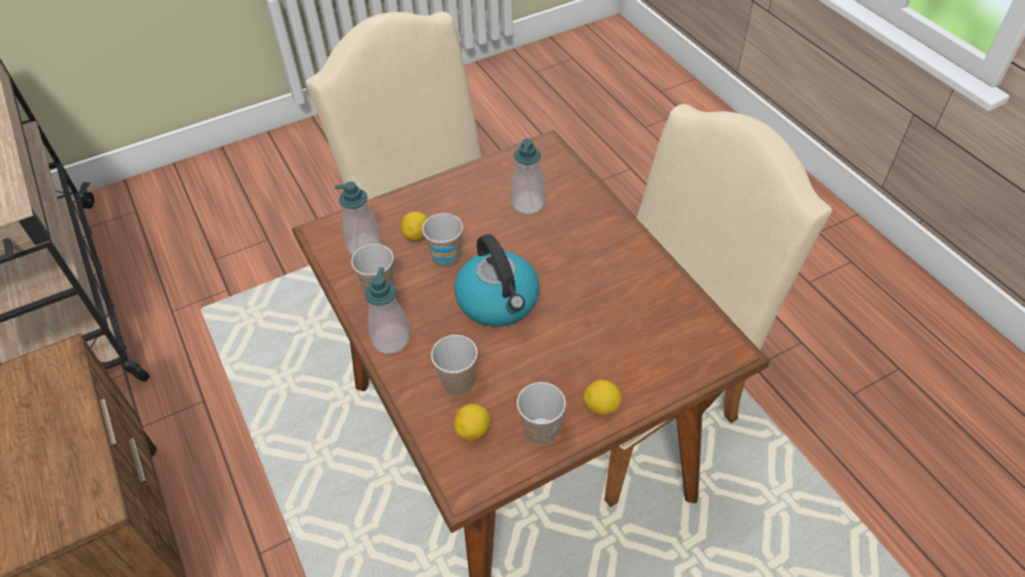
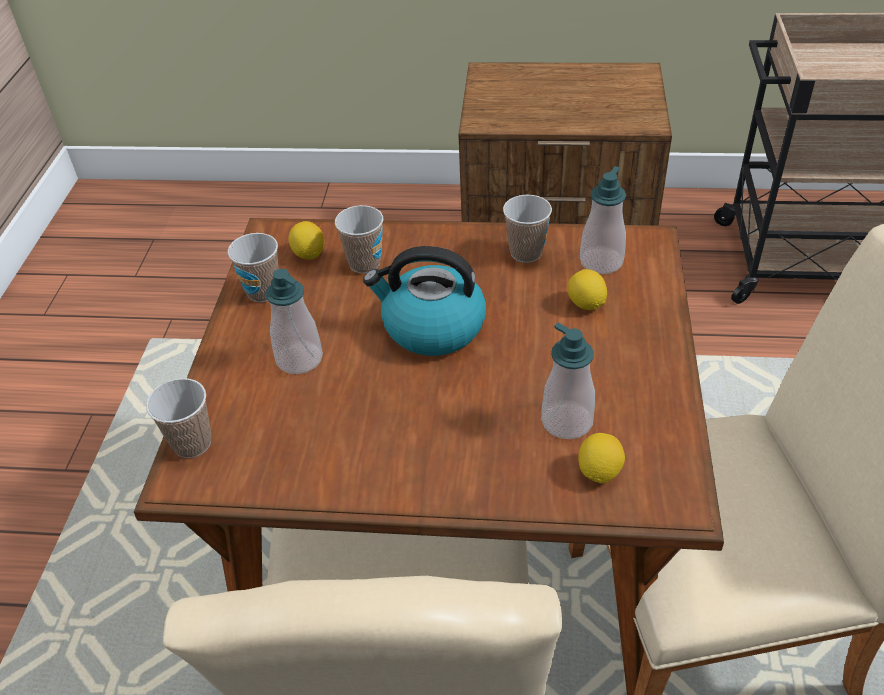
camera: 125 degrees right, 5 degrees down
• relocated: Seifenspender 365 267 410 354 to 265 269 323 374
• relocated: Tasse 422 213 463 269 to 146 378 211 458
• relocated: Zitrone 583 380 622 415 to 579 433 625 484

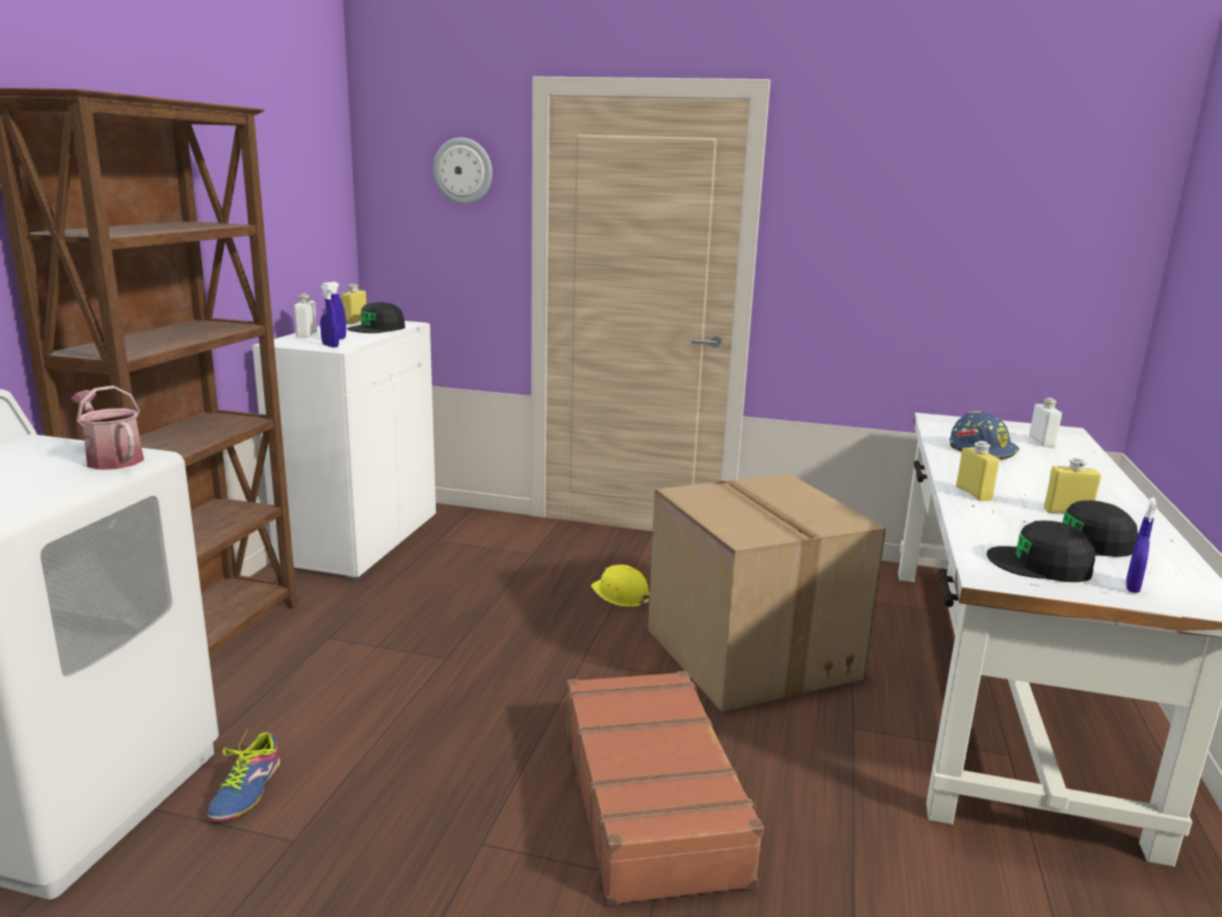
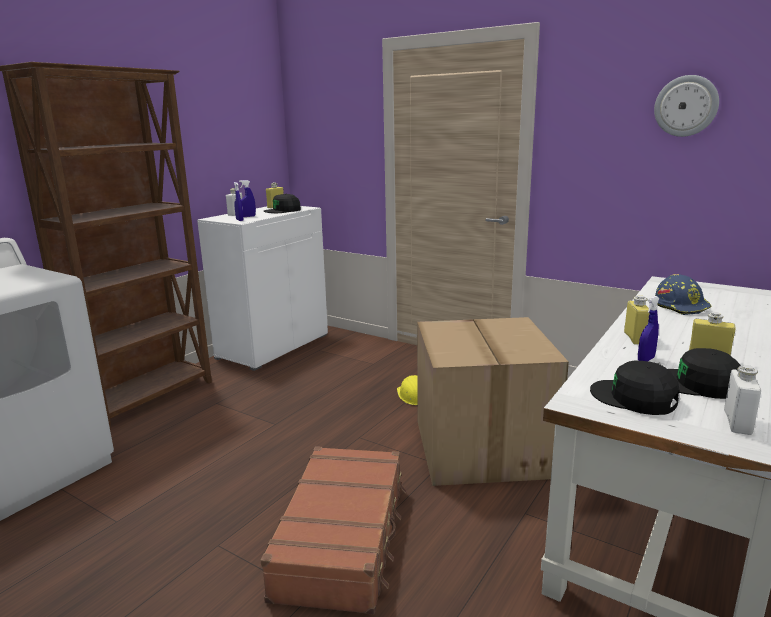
camera: 20 degrees right, 0 degrees up
• missing: Gießkanne 71 385 144 470
• missing: Schuh 207 729 280 822
• relocated: Wanduhr 433 137 492 204 to 654 75 719 137
• relocated: Flasche/weiß 1029 398 1062 447 to 724 365 761 435
• relocated: Sprühflasche/blau 1126 497 1157 593 to 638 296 660 361

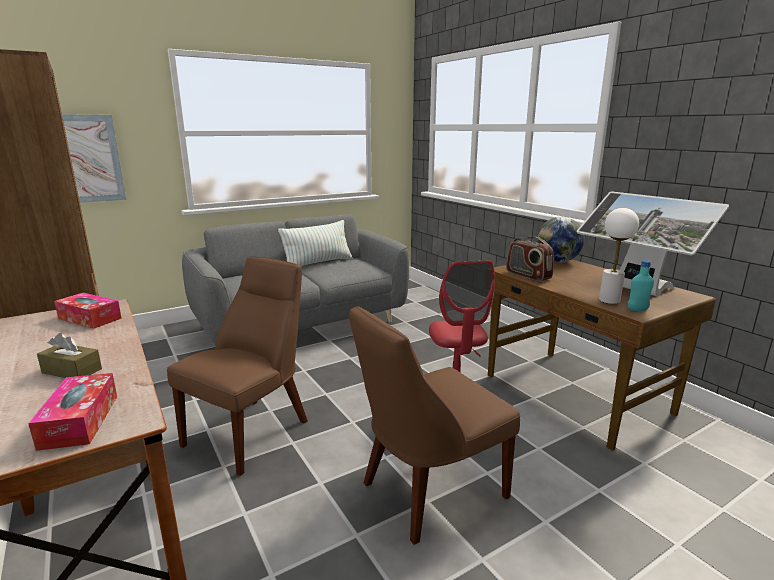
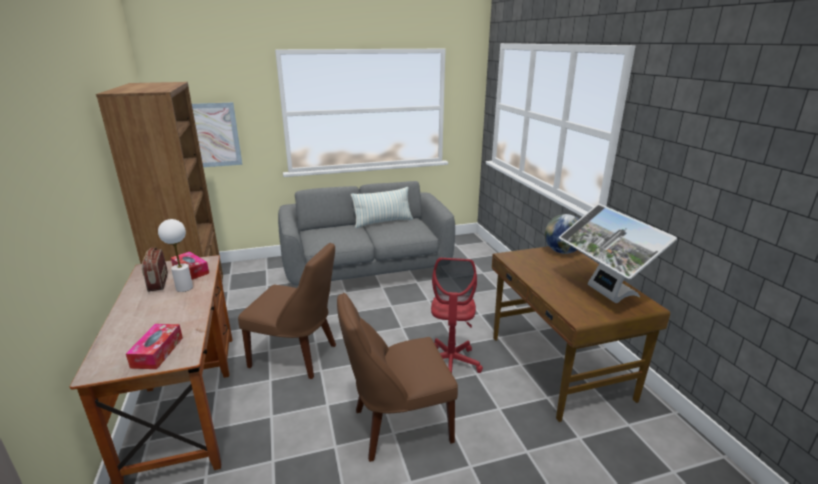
camera: 15 degrees right, 5 degrees up
• missing: Taschentuchbox/braun 37 333 102 378
• missing: Flasche/türkis 628 260 654 311
• relocated: Radio 506 236 554 281 to 142 247 168 292
• relocated: Tischlampe/weiß 599 208 639 304 to 158 219 193 292
• spun: Stuhl/braun 167 257 308 476 = 238 243 336 379 60 degrees clockwise

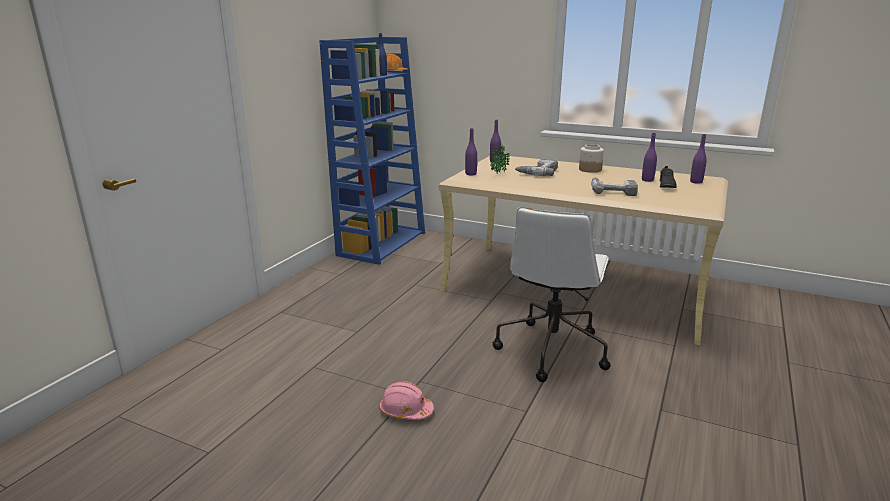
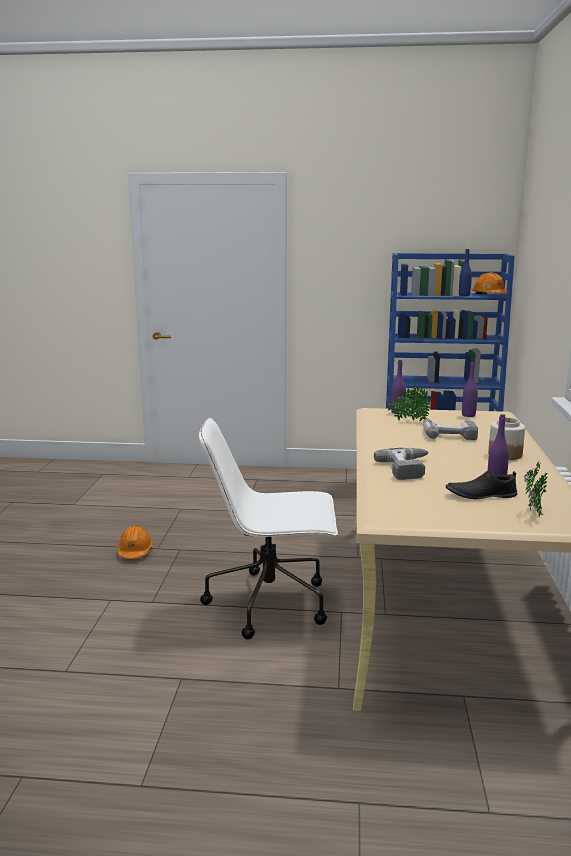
camera: 70 degrees right, 5 degrees down
• exchanged: Flasche/lila 690 134 707 184 to Topfpflanze 524 459 548 517
• colour: Schutzhelm/rosa 379 381 434 420 to Schutzhelm/orange 117 525 153 559

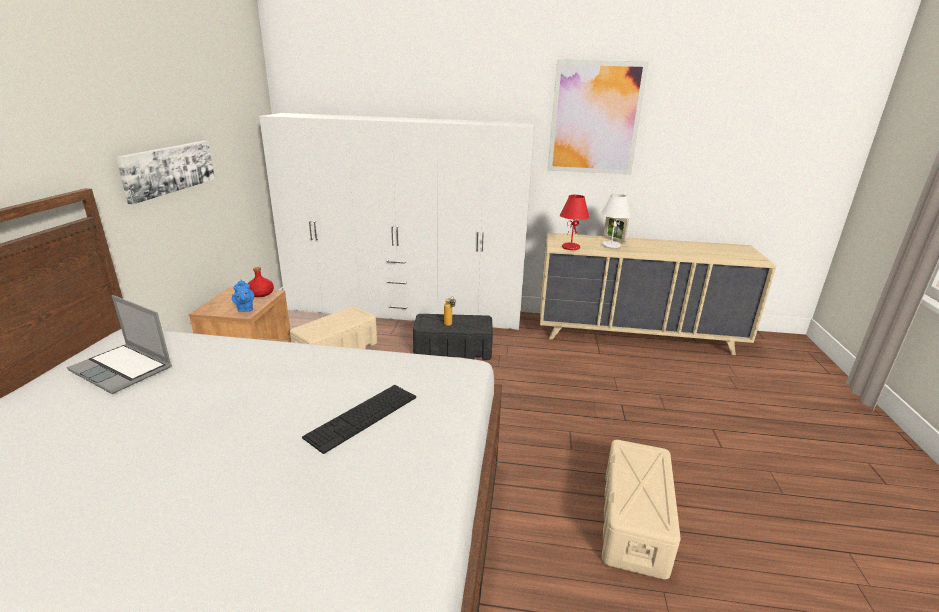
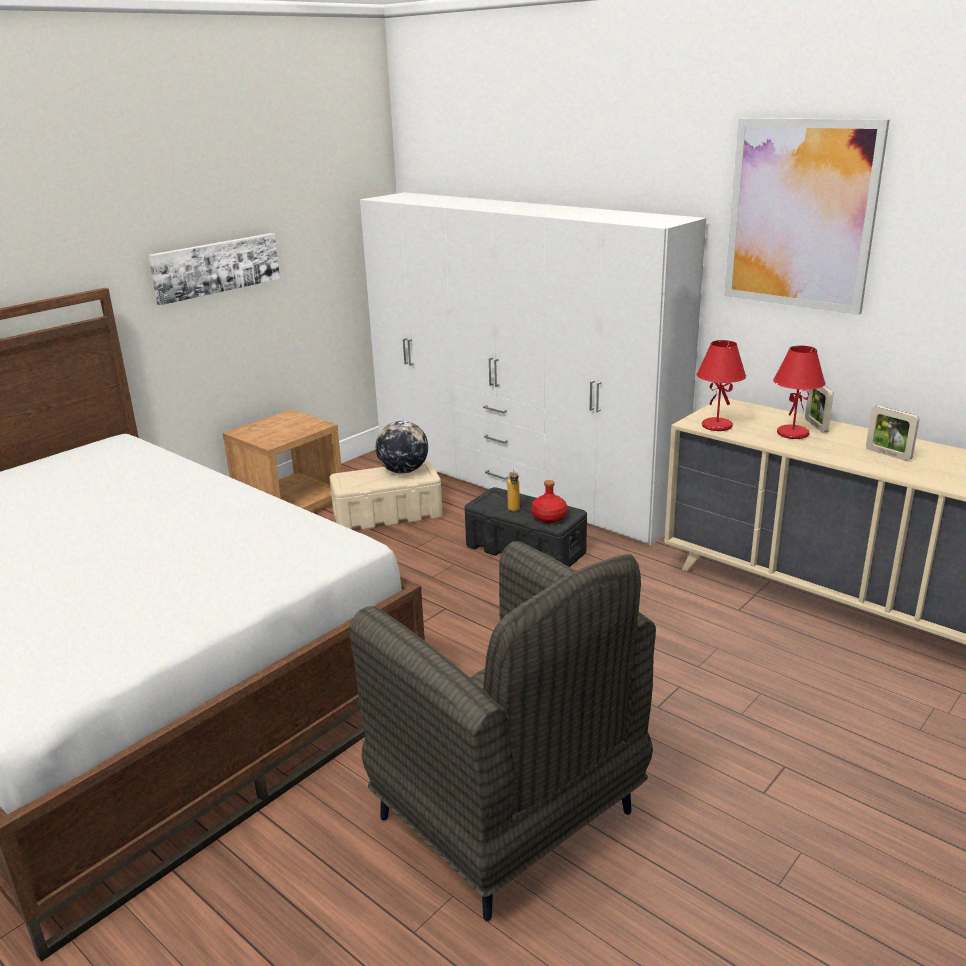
camera: 35 degrees right, 0 degrees up
• missing: Laptop 67 295 172 394
• missing: Teekanne/blau 232 279 254 312
• missing: Tastatur 302 385 416 454
• appeared: Globus 376 421 428 474
• appeared: Bilderrahmen 866 406 919 461
• relocated: Flasche/rot 248 267 274 297 to 531 480 568 523
• exchanged: Aufbewahrungsbox/beige 602 440 681 580 to Sessel/grau 349 541 656 921
• colour: Tischlampe/weiß 601 194 631 248 to Tischlampe/rot 773 346 825 439

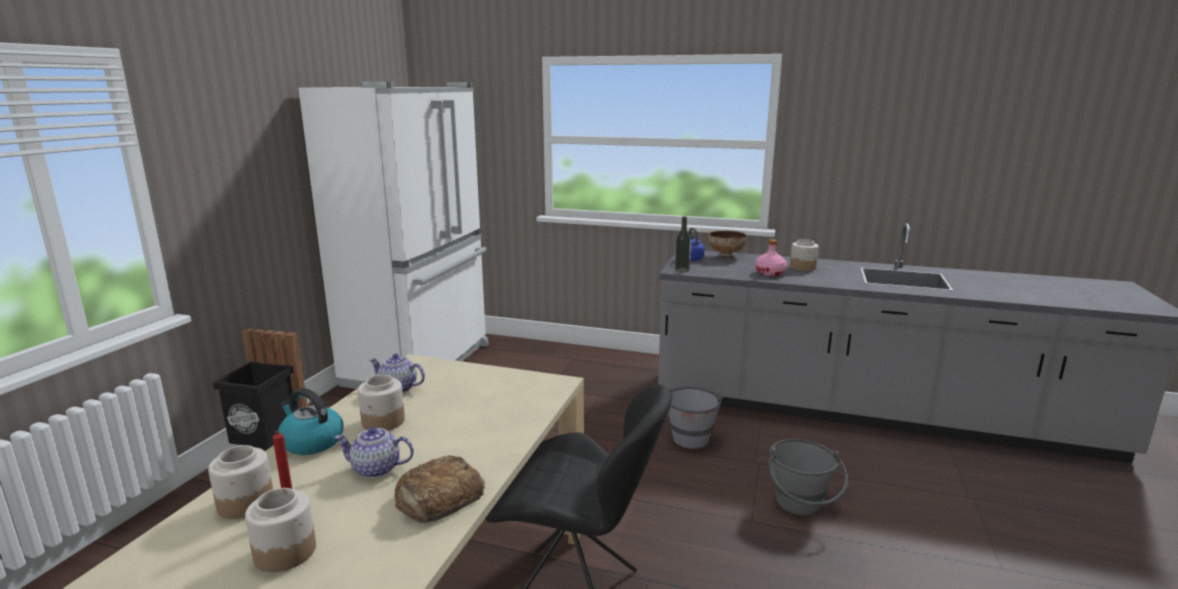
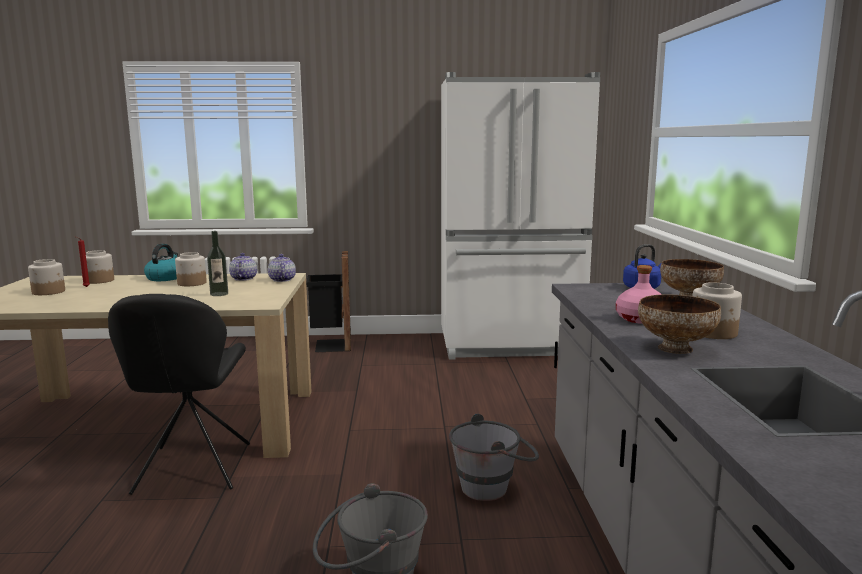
camera: 70 degrees right, 5 degrees down
• missing: Brot 394 455 485 523
• appeared: Schüssel 638 294 721 354
• relocated: Teekanne 334 427 414 478 to 268 254 296 282
• relocated: Flasche 675 216 691 272 to 207 231 228 296

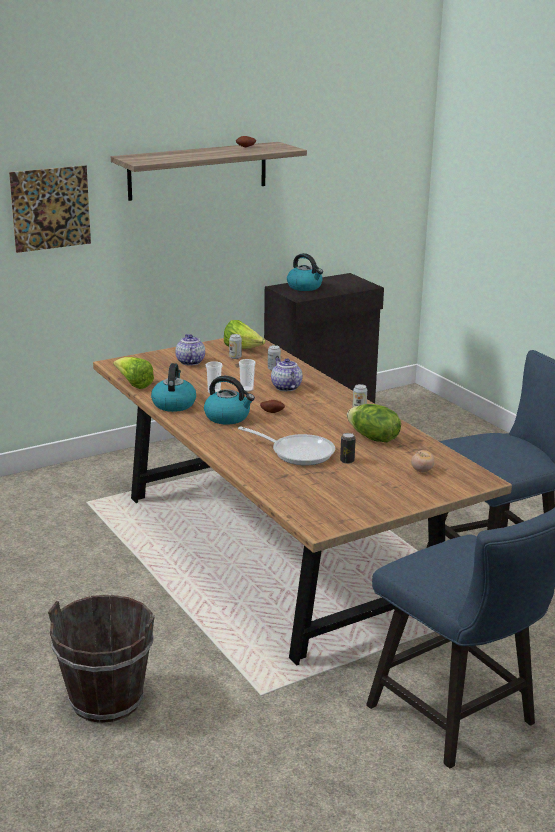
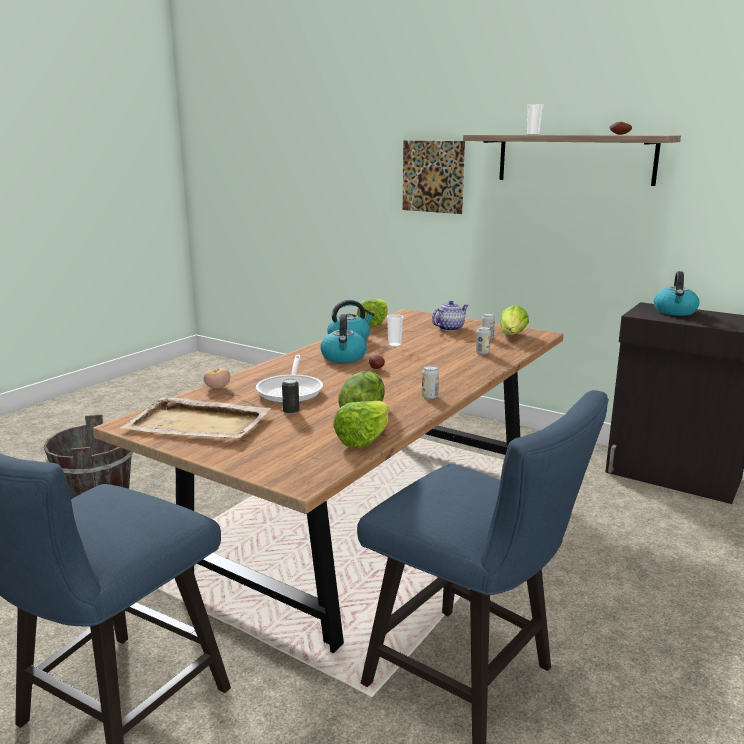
camera: 65 degrees right, 5 degrees down
• missing: Teekanne 271 358 303 391
• appeared: Tablett/beige 120 397 272 438
• appeared: Salatkopf 333 401 389 448
• relocated: Tasse 239 359 255 392 to 527 104 543 135
• relocated: Tomate 411 450 434 472 to 204 368 230 389

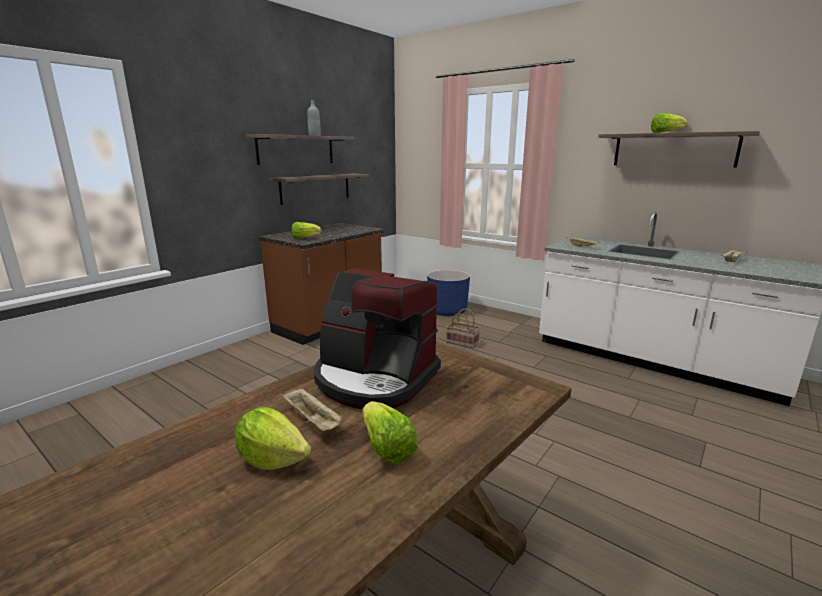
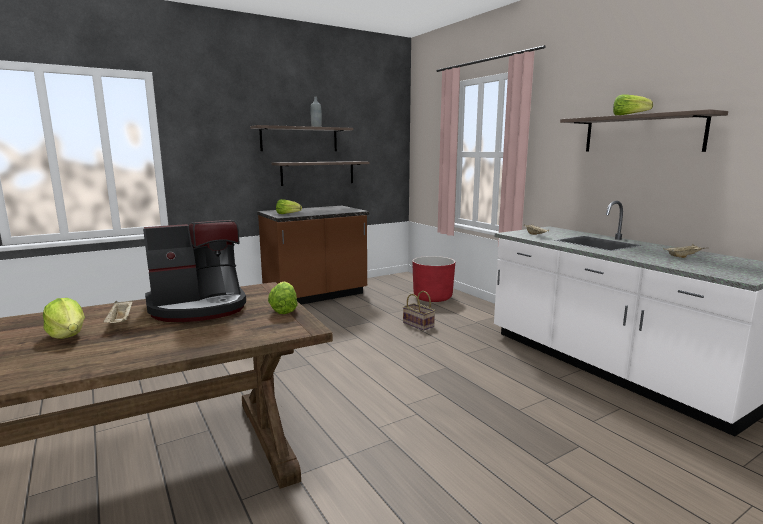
camera: 20 degrees right, 5 degrees down
• relocated: Salatkopf 363 401 418 465 to 268 281 298 314
• colour: Pflanzkübel/blau 427 270 470 316 to Pflanzkübel/rot 412 256 455 302
• spun: Kaffeemaschine 314 268 441 409 = 143 220 246 322 75 degrees counterclockwise

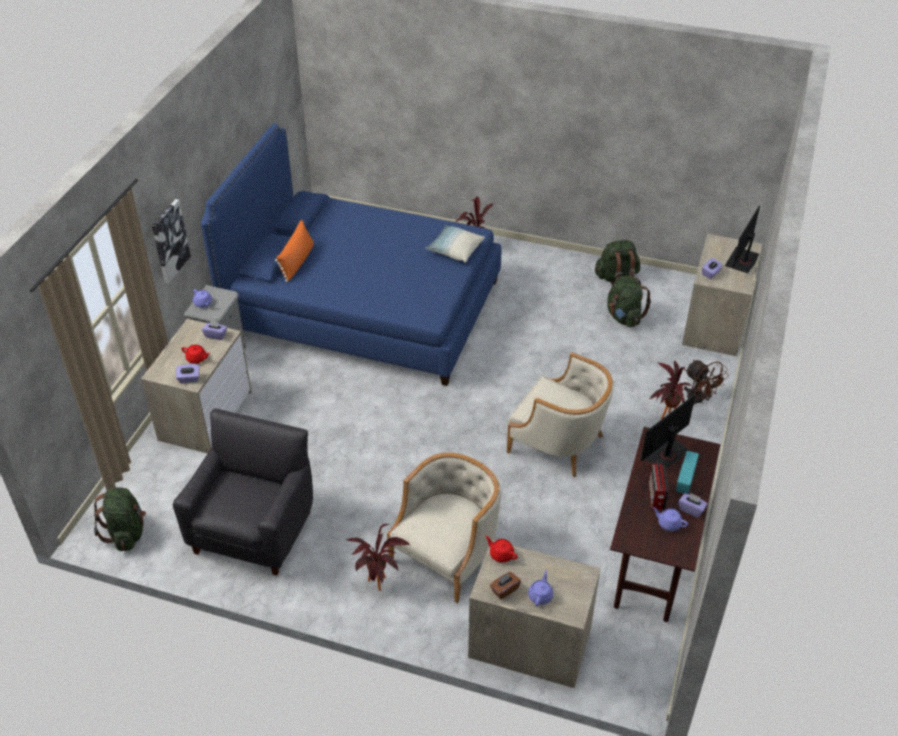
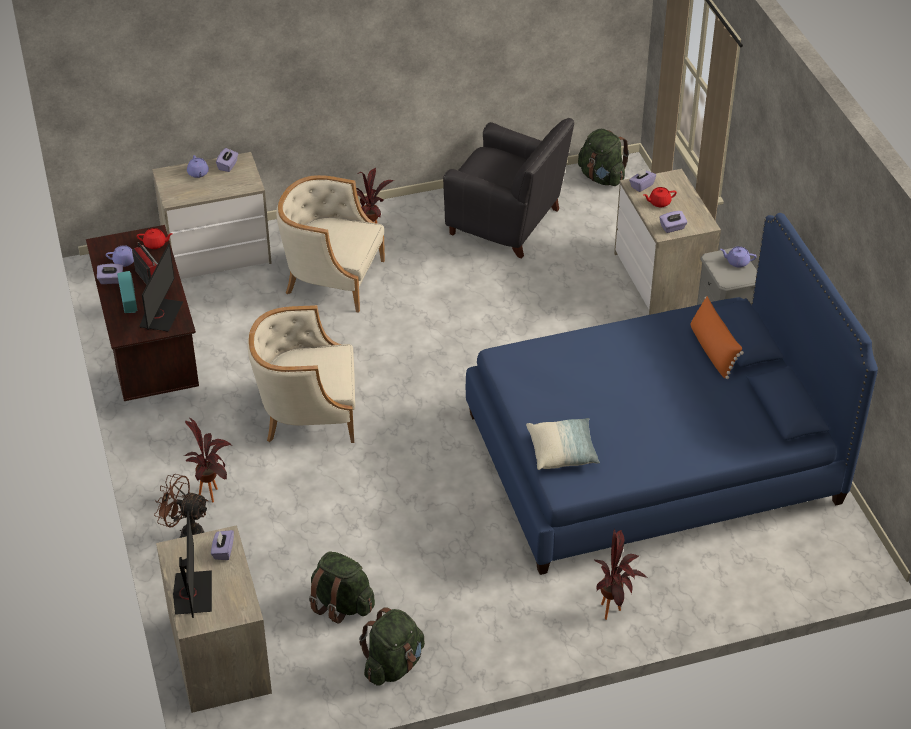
camera: 145 degrees right, 0 degrees up
• missing: Bild 152 199 191 284
• relocated: Teekanne/rot 485 536 518 563 to 137 228 173 249
• colour: Taschentuchbox/braun 490 572 521 599 to Taschentuchbox/lila 216 148 238 172
• spun: Sessel/schwarz 173 408 313 576 = 443 118 574 259 45 degrees counterclockwise
• spun: Sessel/beige 387 453 502 603 = 276 175 385 313 105 degrees clockwise

